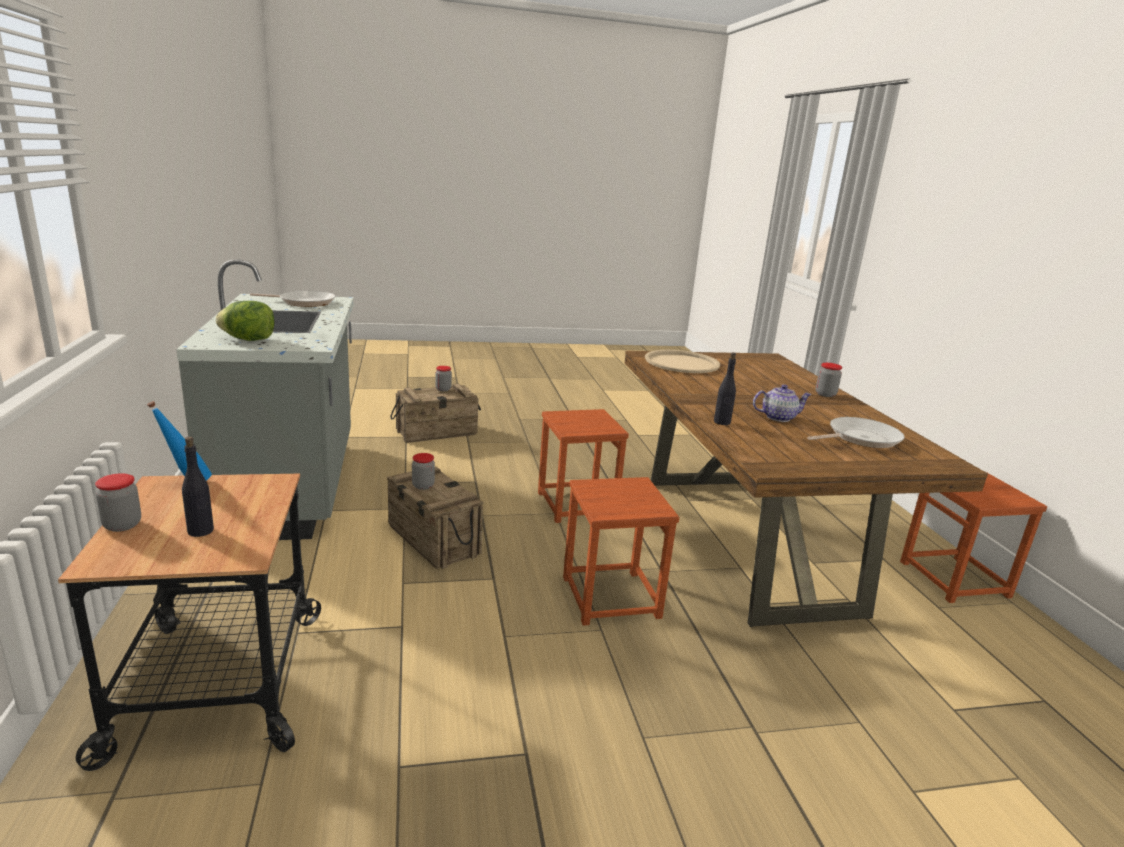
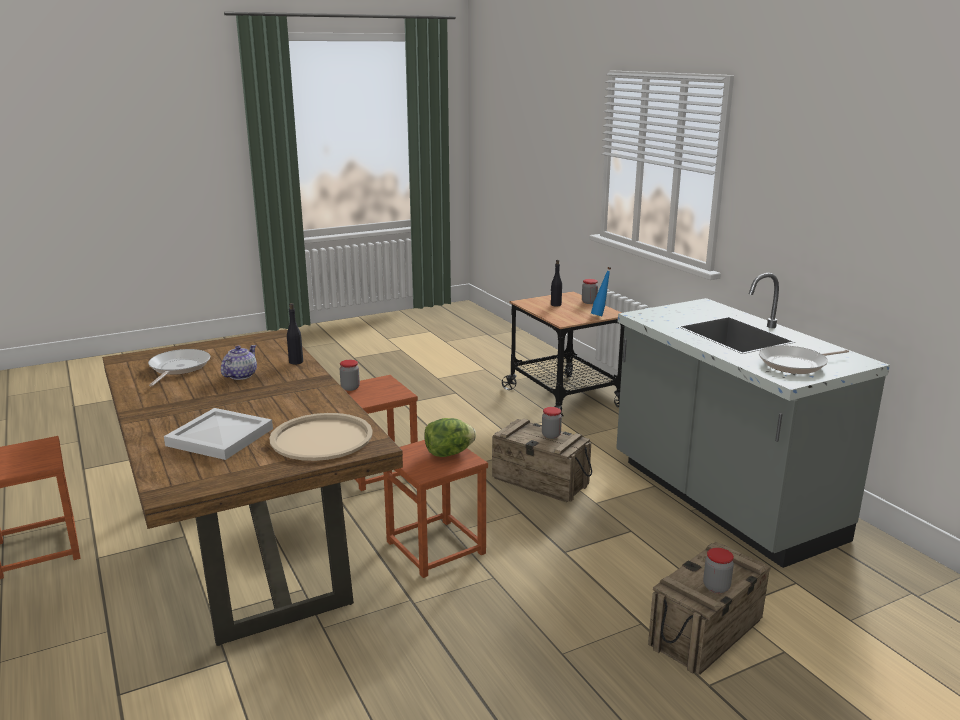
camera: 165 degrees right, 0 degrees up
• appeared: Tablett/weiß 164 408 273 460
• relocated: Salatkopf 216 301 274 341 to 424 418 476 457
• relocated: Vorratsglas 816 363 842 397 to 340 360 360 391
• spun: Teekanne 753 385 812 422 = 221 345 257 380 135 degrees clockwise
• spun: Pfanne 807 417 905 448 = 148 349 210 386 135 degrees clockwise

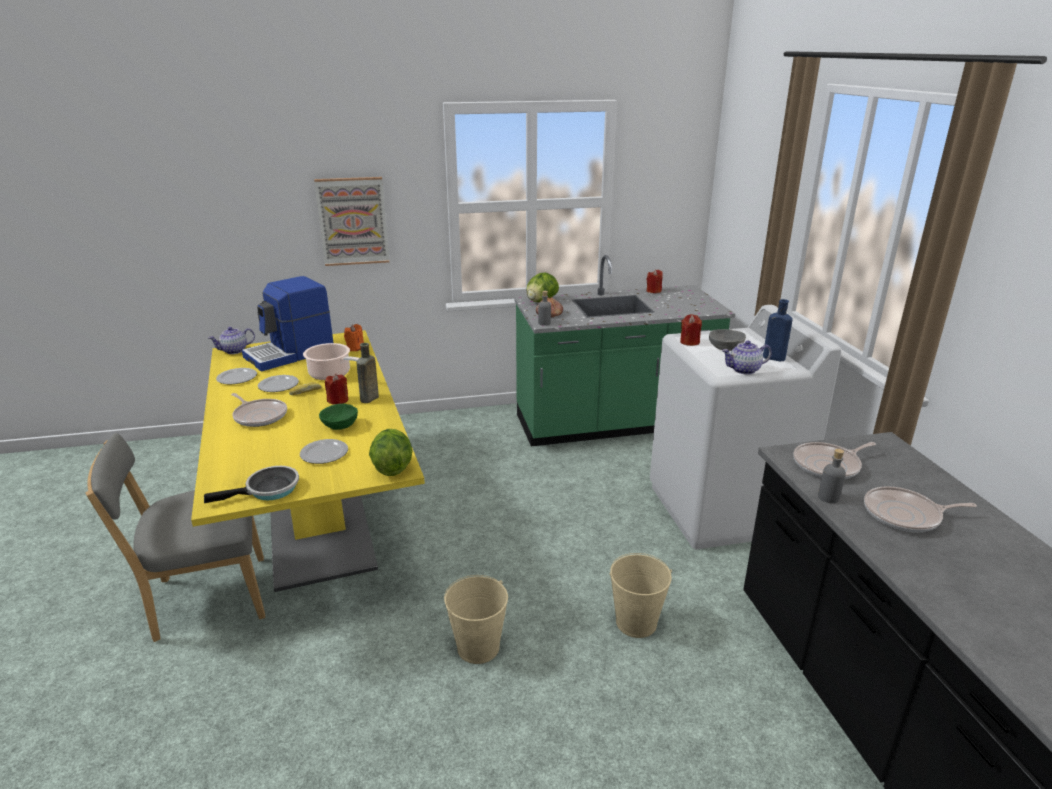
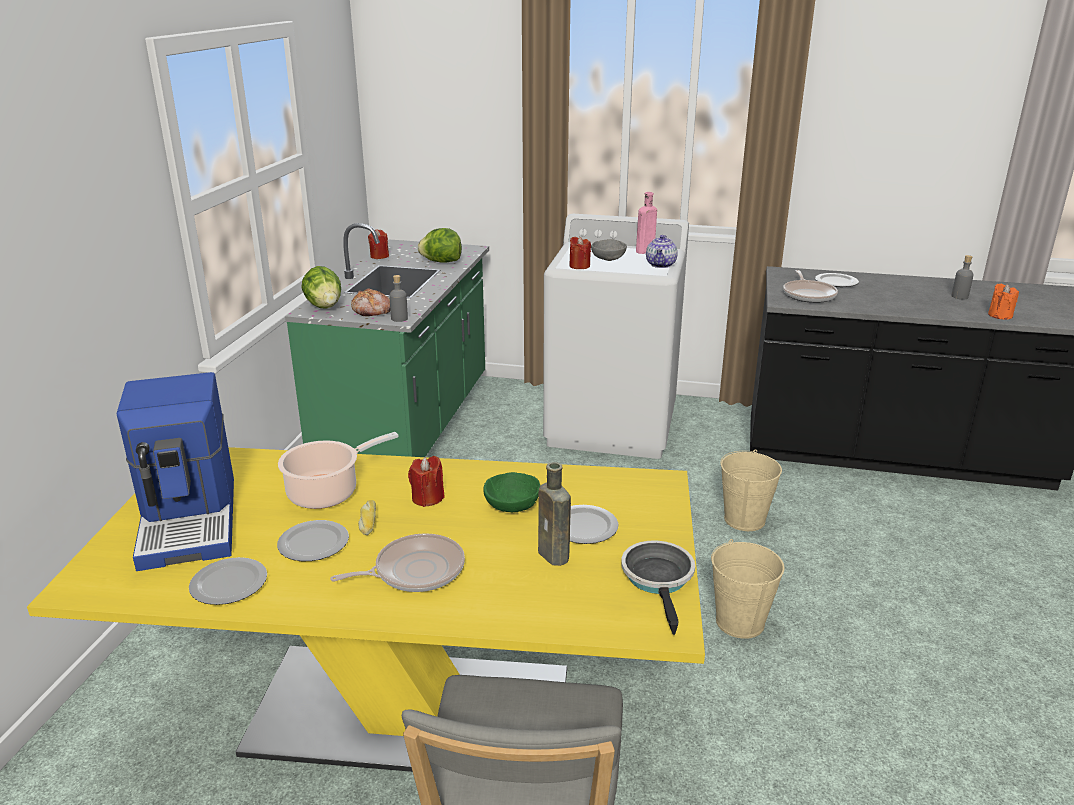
camera: 65 degrees left, 0 degrees up
• missing: Teekanne 208 327 255 354
• missing: Bild 314 177 390 266
• missing: Pfanne 864 486 977 532
• appeared: Teller 815 273 859 287
• relocated: Kerze/orange 344 324 364 351 to 988 284 1019 320
• relocated: Flasche/braun 356 343 379 403 to 538 462 571 566
• relocated: Salatkopf 369 429 413 476 to 418 228 462 263
• relocated: Flasche/grau 818 449 846 503 to 951 255 974 299
• colour: Flasche/blau 763 299 793 362 to Flasche/rosa 636 192 657 254

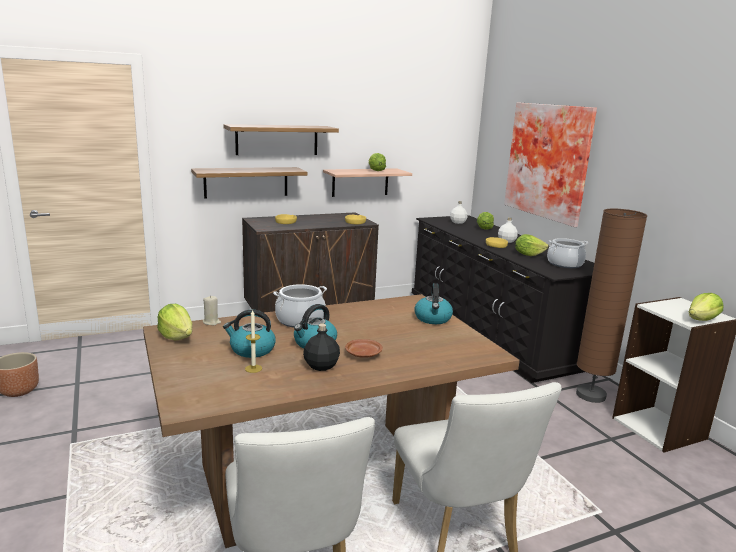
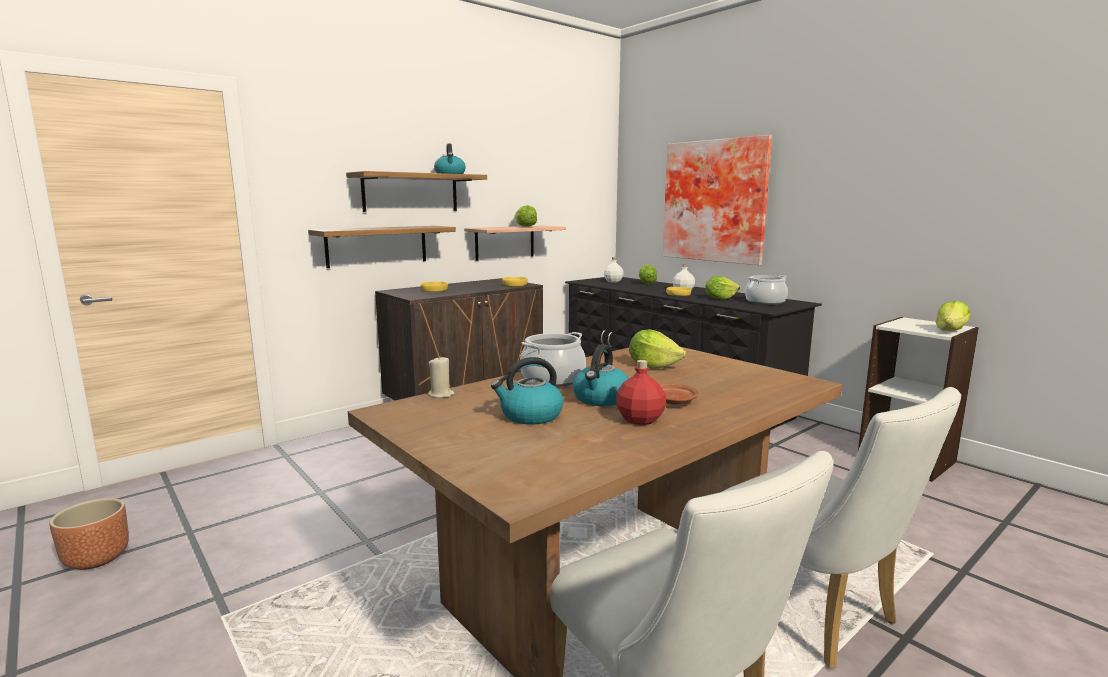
camera: 15 degrees left, 5 degrees down
• missing: Kerze 245 310 262 373
• missing: Stehlampe/braun 576 209 647 403
• relocated: Salatkopf 157 304 192 340 to 629 329 686 368
• relocated: Wasserkessel 414 283 453 324 to 434 143 466 174
• colour: Flasche/schwarz 303 324 340 371 to Flasche/rot 616 360 666 425

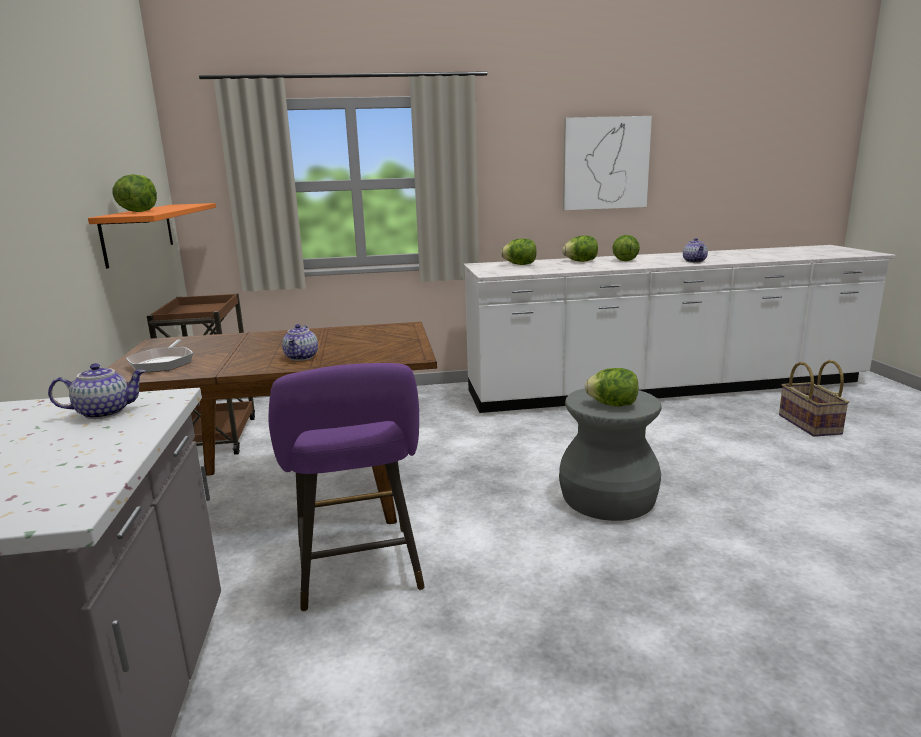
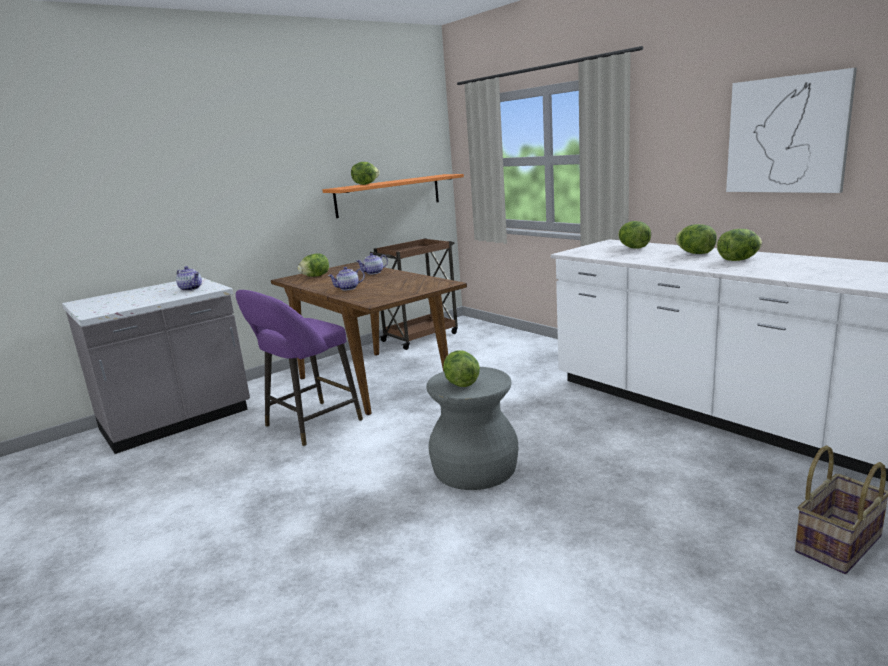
camera: 60 degrees right, 0 degrees up
• relocated: Teekanne 683 238 708 263 to 356 253 388 274
• exchanged: Pfanne 126 339 193 372 to Salatkopf 298 254 329 277

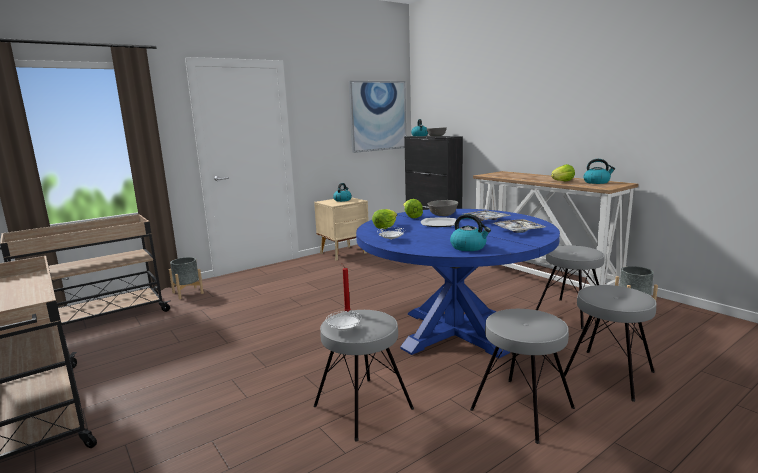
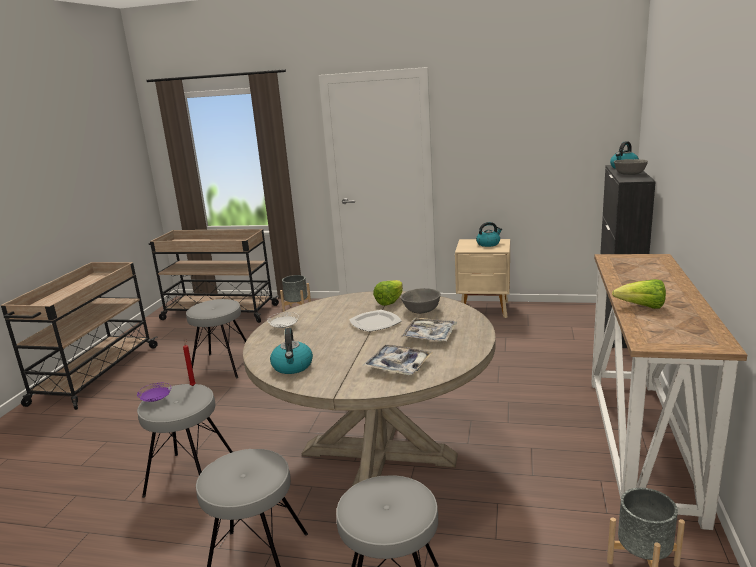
camera: 50 degrees right, 5 degrees up
• missing: Bild 349 81 406 153
• missing: Salatkopf 372 209 397 229
• missing: Wasserkessel 583 159 615 184
• relocated: Hocker/grau 536 245 605 329 to 186 299 247 378
• colour: Teller/weiß 326 311 361 330 to Teller/lila 137 383 171 402
• colour: Esstisch/blau 356 209 560 358 to Esstisch/beige 243 291 495 486

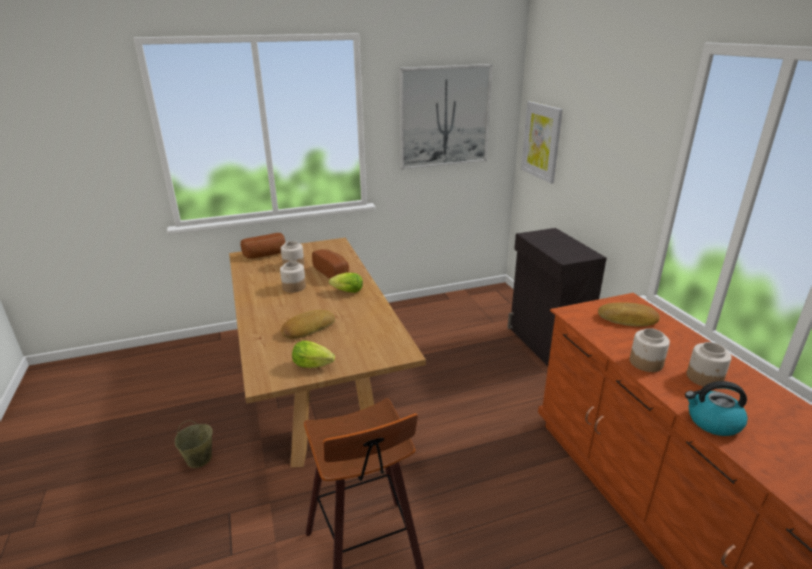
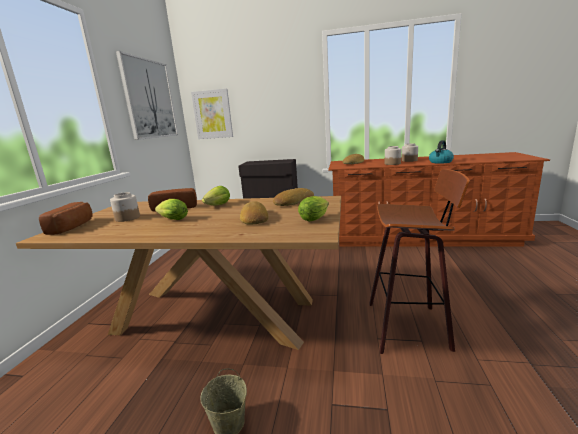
camera: 60 degrees left, 10 degrees down
• appeared: Brot 273 188 314 206
• exchanged: Vorratsglas 280 261 306 293 to Salatkopf 155 199 188 220

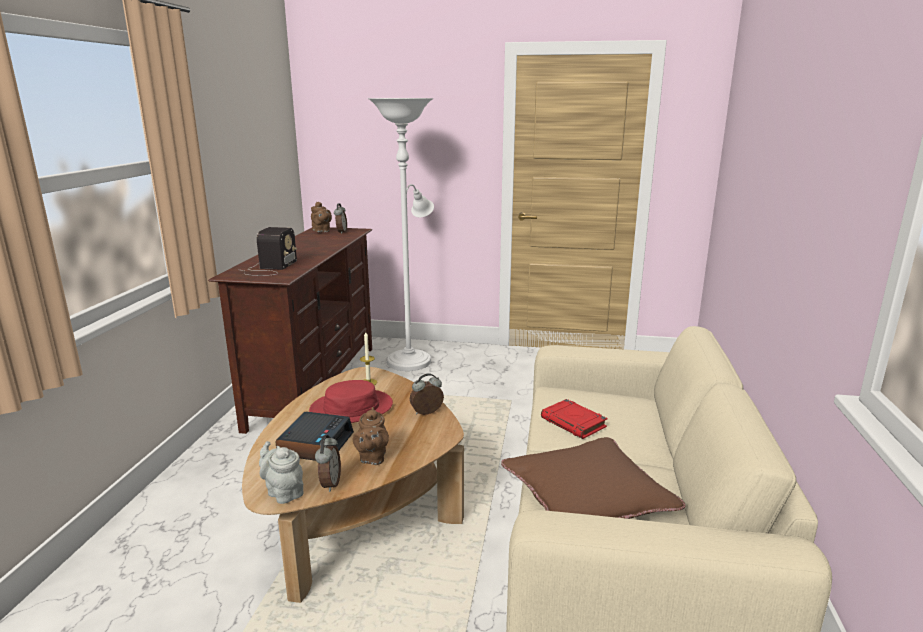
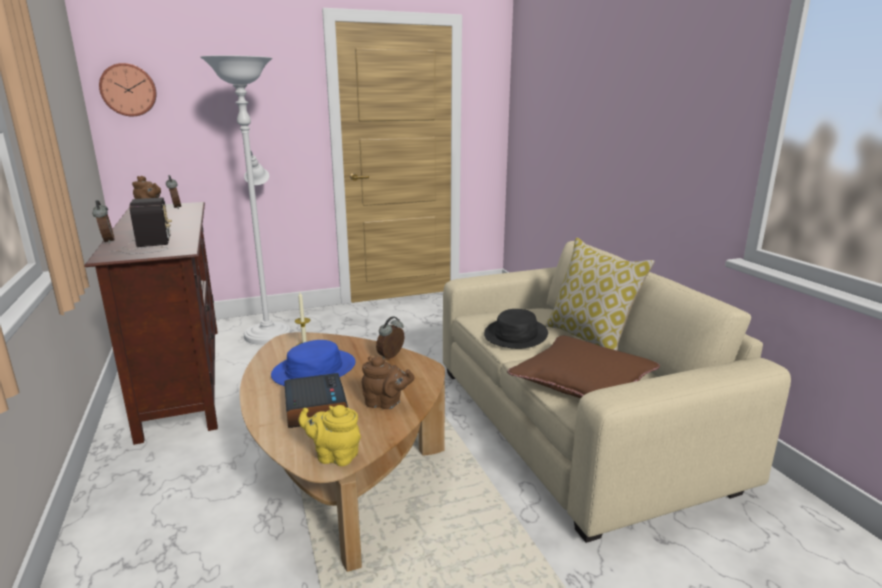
camera: 30 degrees left, 0 degrees up
• appeared: Wanduhr 99 63 157 116
• appeared: Kissen 545 237 655 351
• relocated: Wecker 315 435 341 492 to 92 200 115 244
• exchanged: Buch/rot 541 399 608 439 to Hut/schwarz 484 309 548 349
• colour: Teekanne/grau 259 441 304 504 to Teekanne/gelb 298 405 361 466
• colour: Hut/rot 309 380 393 423 to Hut/blau 271 340 355 386
• spun: Teekanne/braun 353 407 389 465 = 362 356 415 409 45 degrees counterclockwise

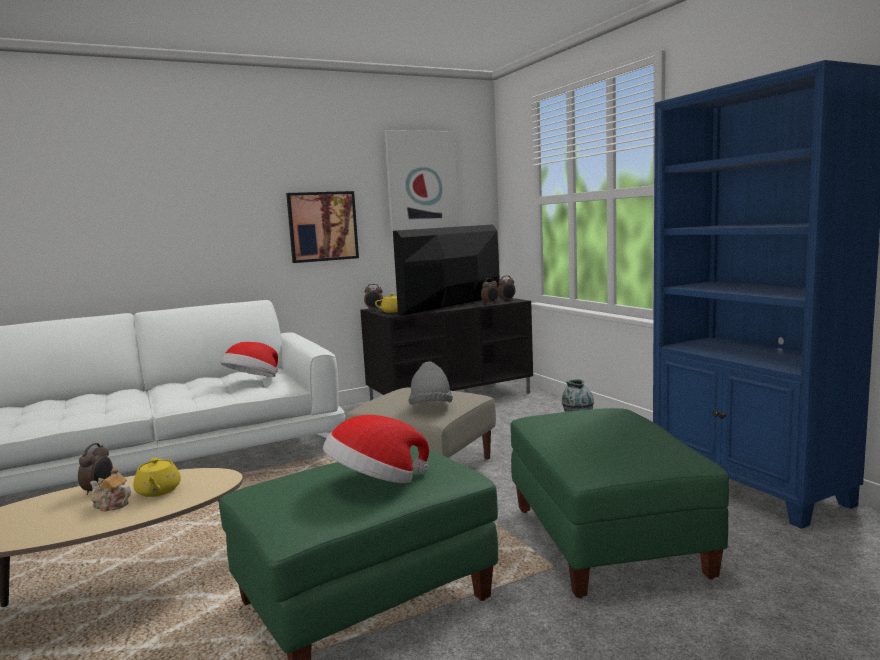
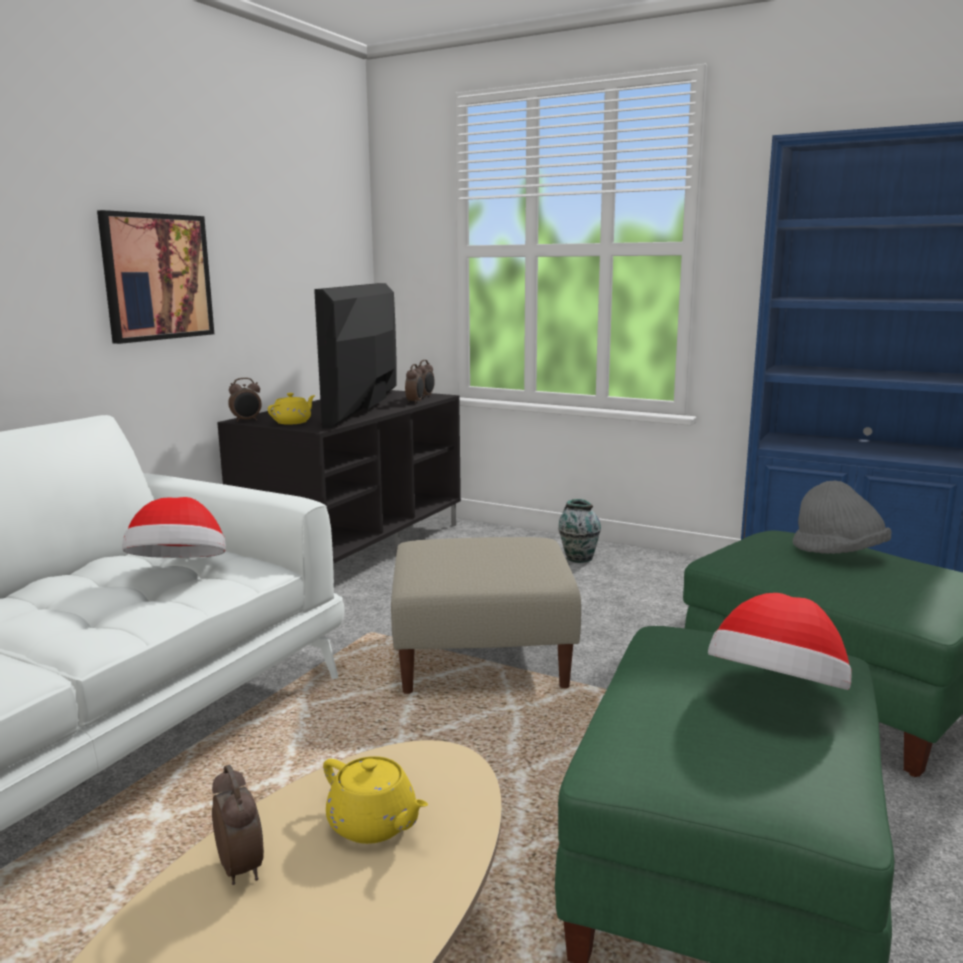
camera: 35 degrees left, 5 degrees up
• missing: Teekanne 90 467 131 512
• missing: Bild 384 130 459 248
• relocated: Hut/grau 408 362 453 404 to 793 480 891 554

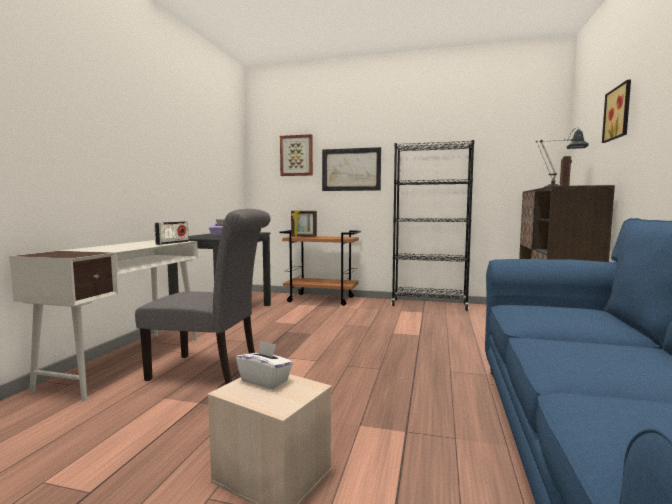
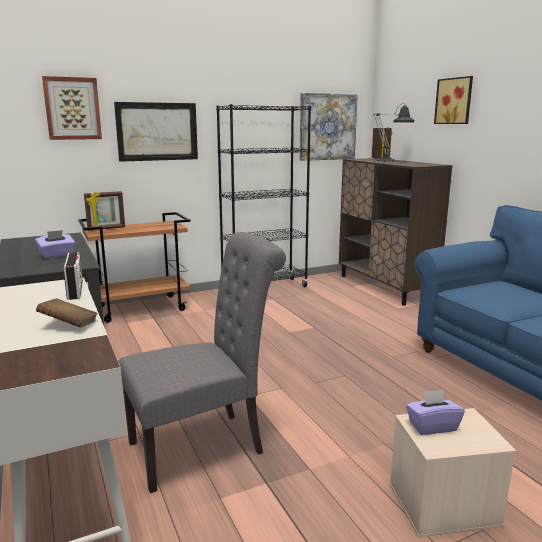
camera: 40 degrees left, 10 degrees up
• appeared: Buch/braun 36 298 98 327
• appeared: Bild 300 93 358 161
• colour: Taschentuchbox/weiß 236 340 293 389 to Taschentuchbox/lila 406 390 465 435

